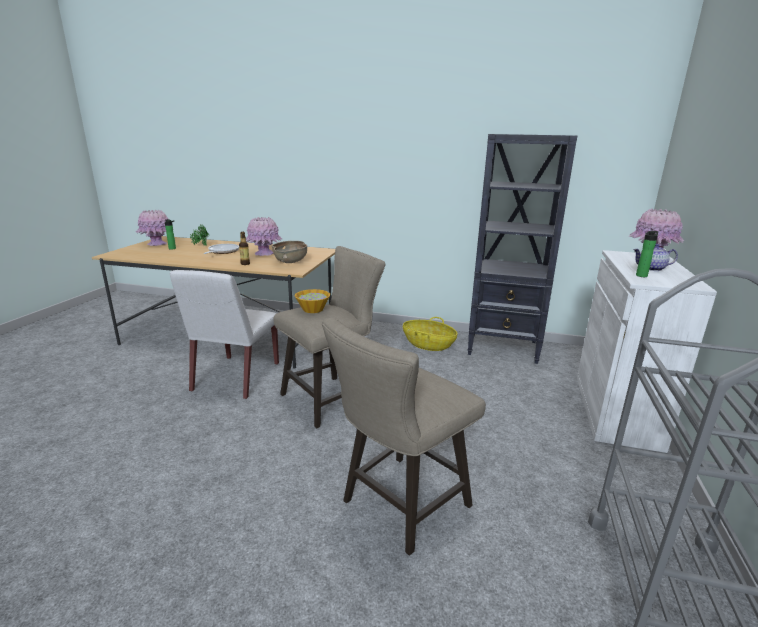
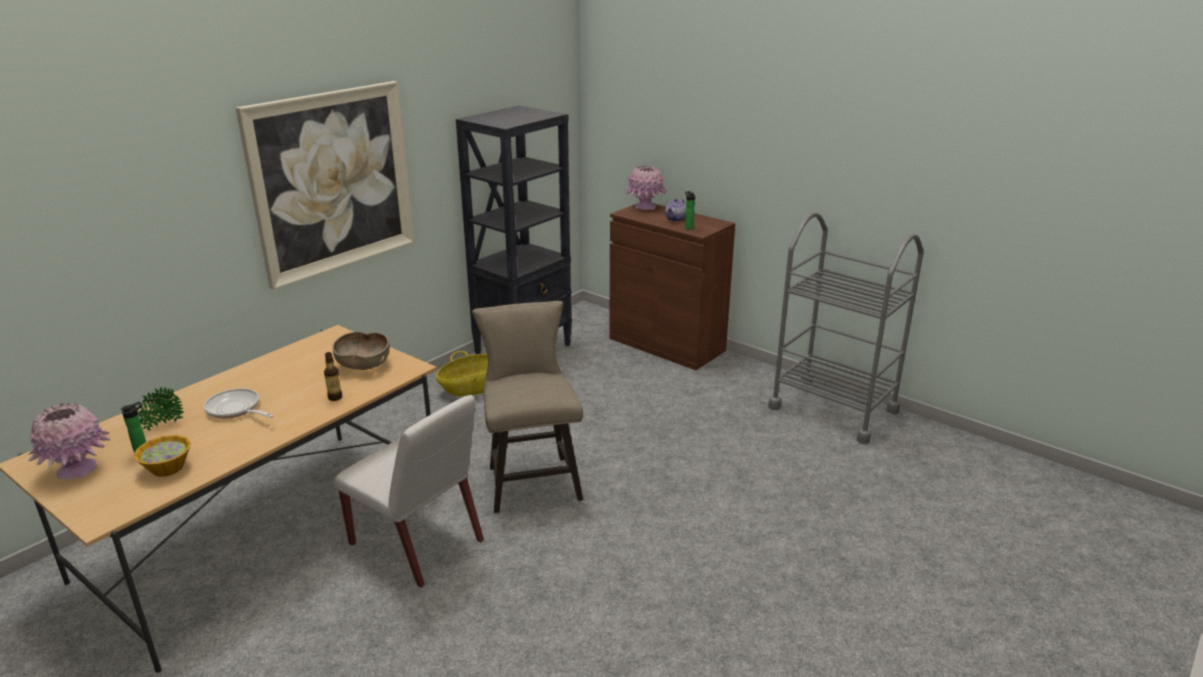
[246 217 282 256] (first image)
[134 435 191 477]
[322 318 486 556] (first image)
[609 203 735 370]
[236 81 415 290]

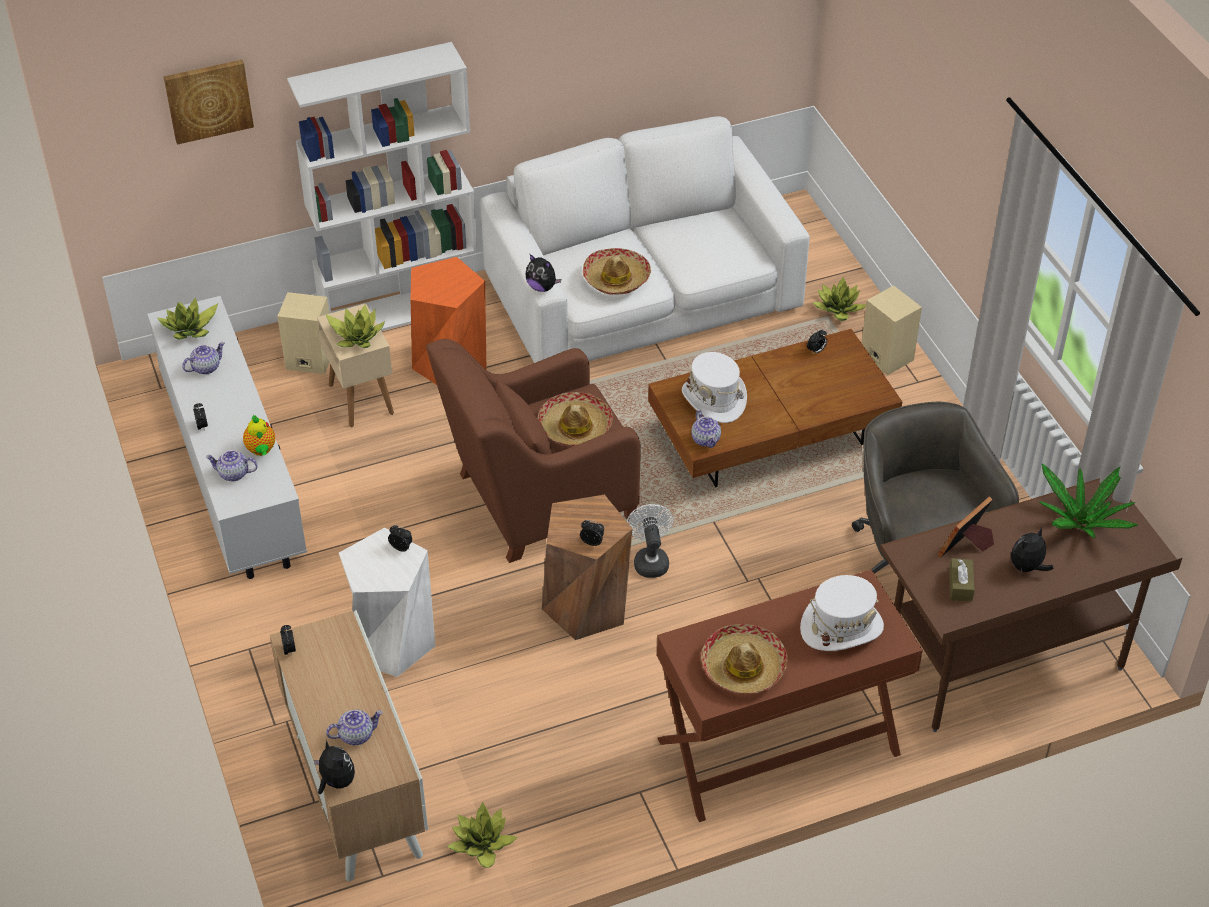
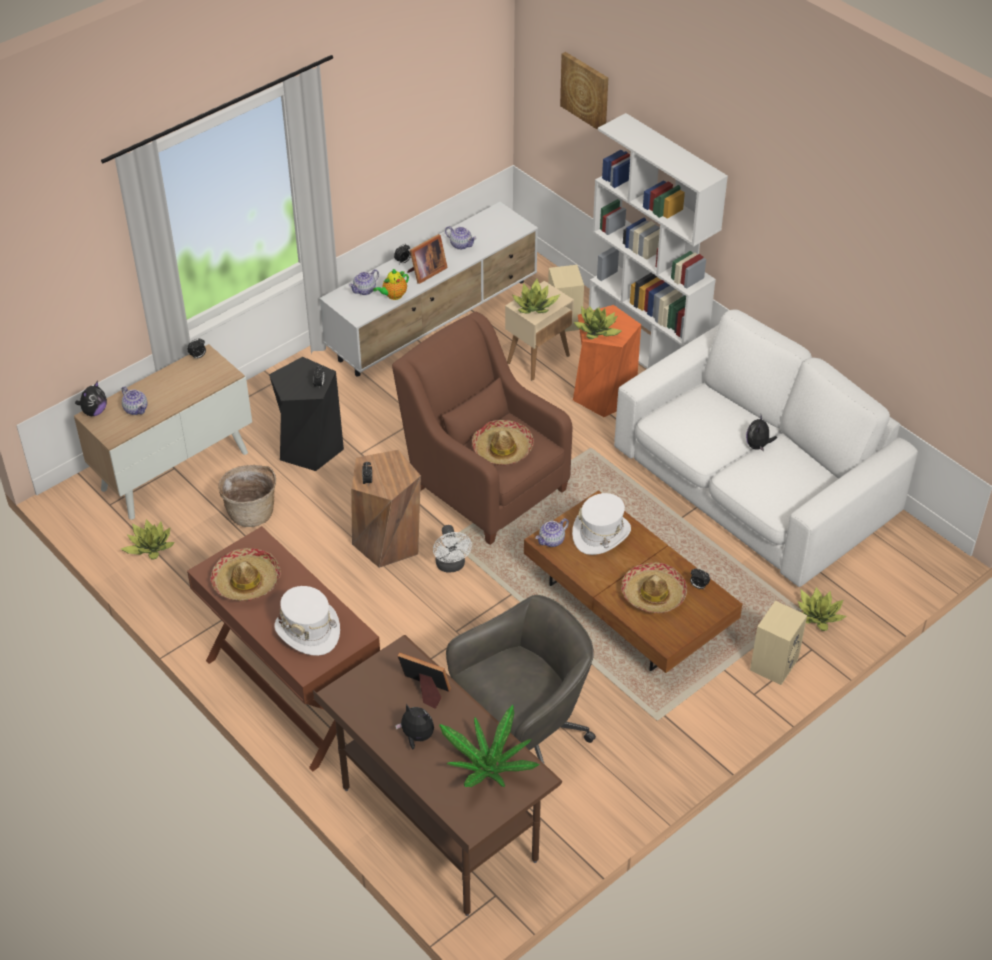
[574 306 622 339]
[349 269 379 295]
[269 357 344 471]
[746 415 777 452]
[621 562 687 613]
[433 525 472 573]
[949 558 975 601] (first image)
[218 465 276 527]
[407 234 448 284]

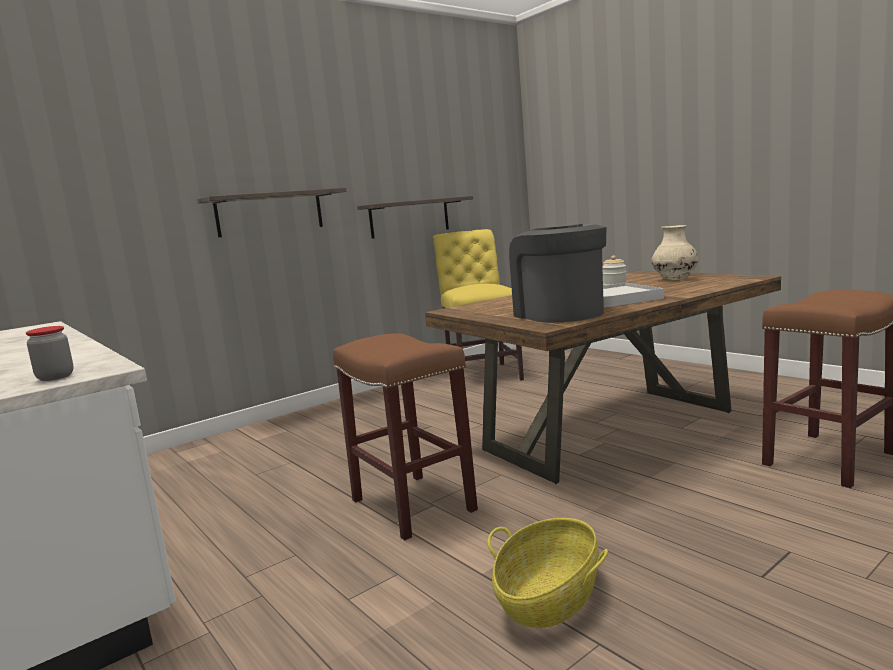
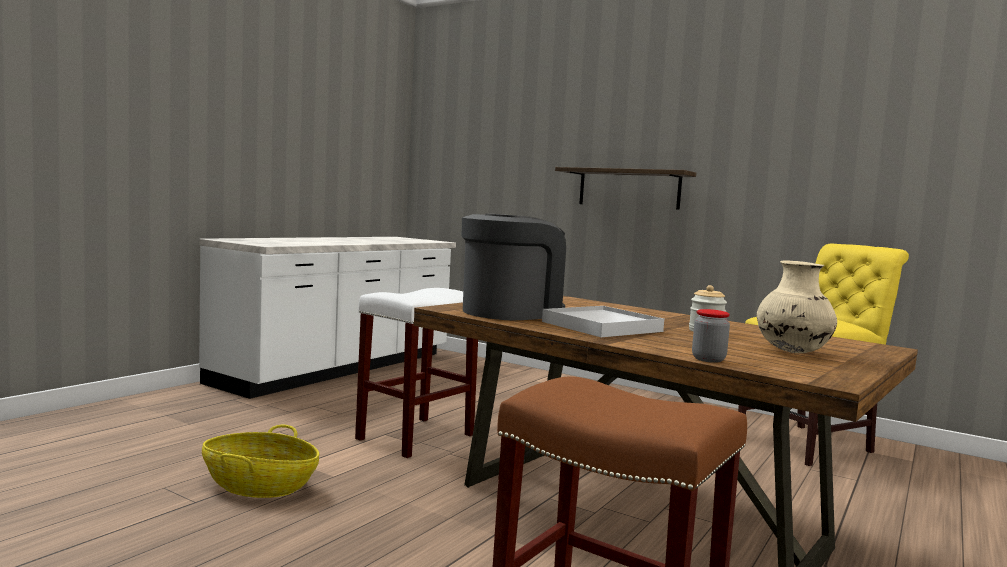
[692 309 730 363]
[355 288 478 458]
[357 196 473 239] (first image)

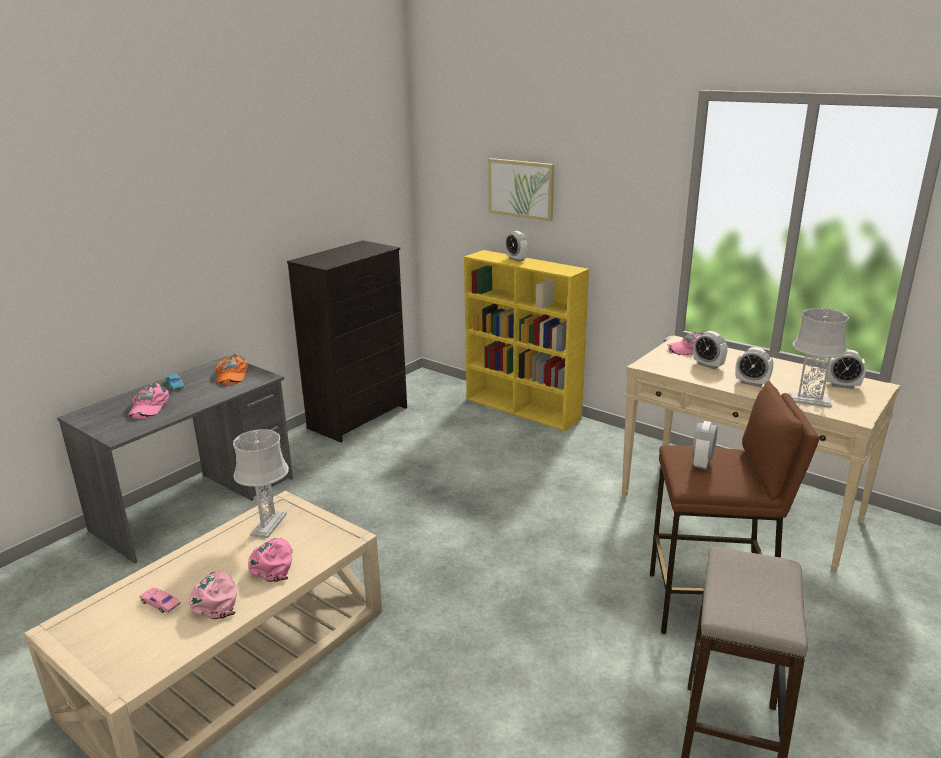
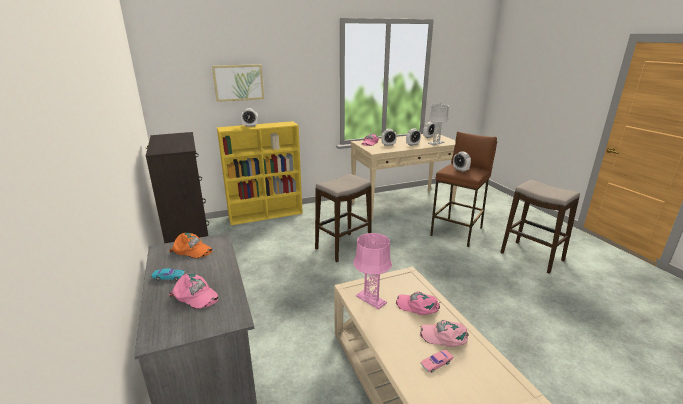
[353 233 392 309]
[315 174 372 262]

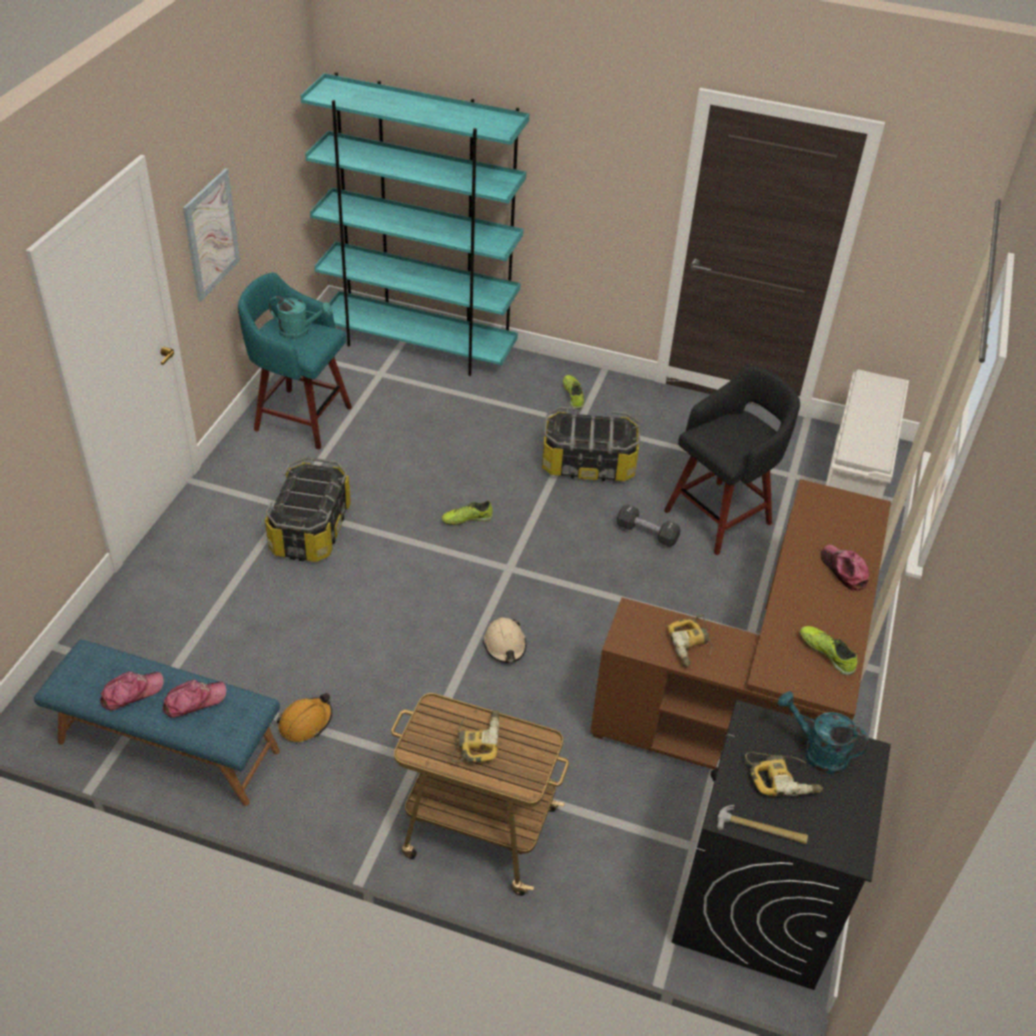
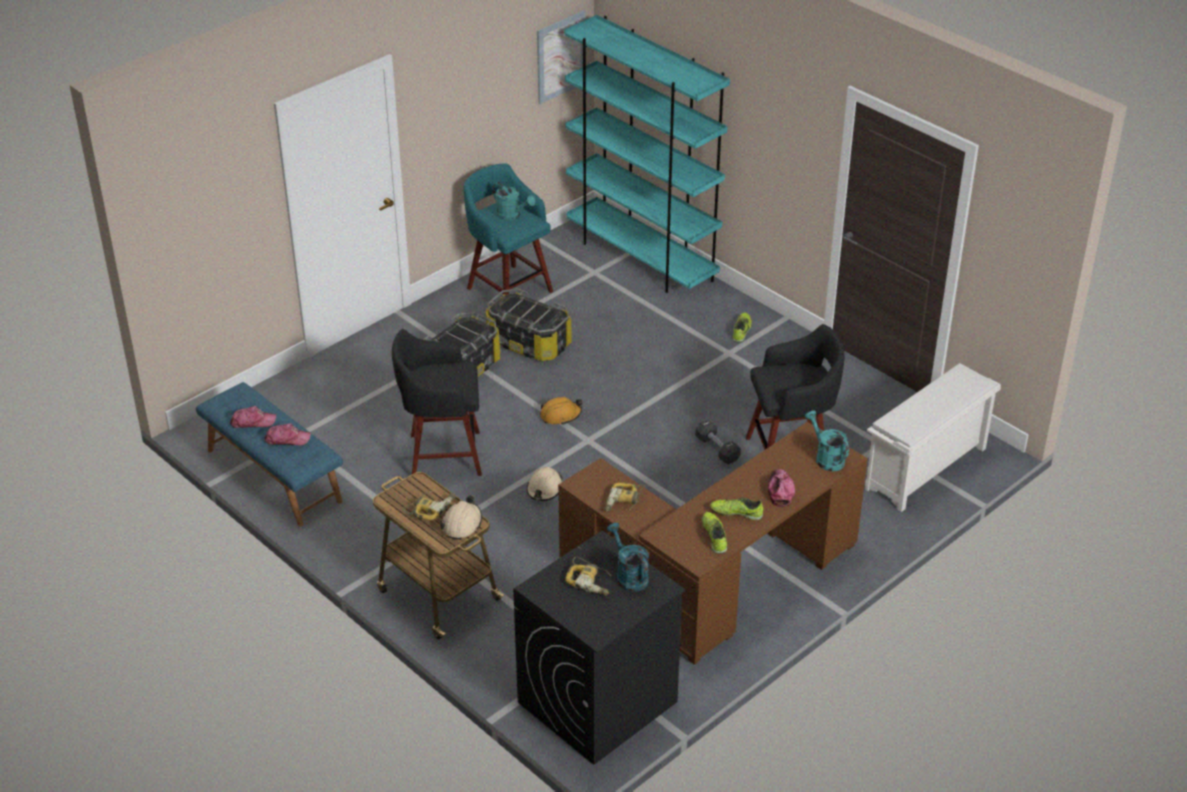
[537 10 586 104]
[540 397 583 425]
[710 497 763 521]
[486 289 572 361]
[717 805 808 844] (first image)
[392 329 482 476]
[440 495 482 539]
[805 411 849 471]

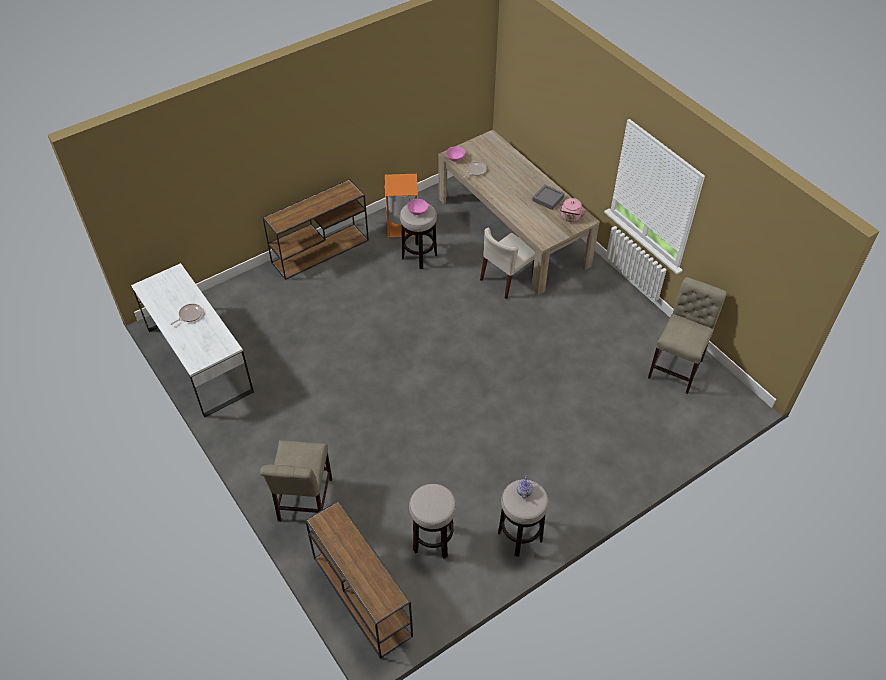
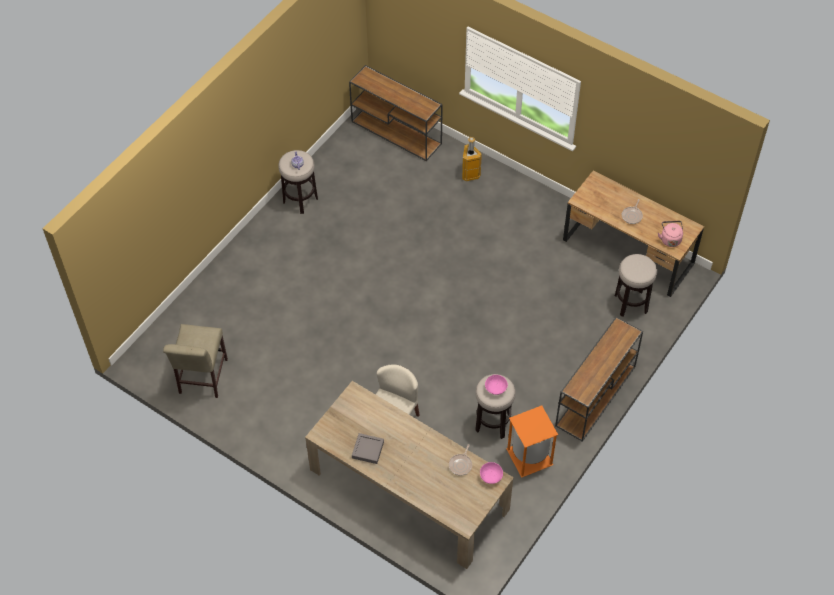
[563 171 704 297]
[462 137 482 182]
[615 254 657 317]
[658 221 683 247]

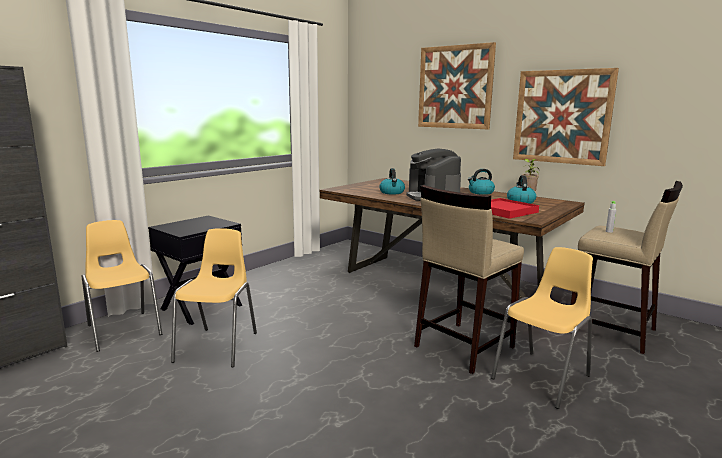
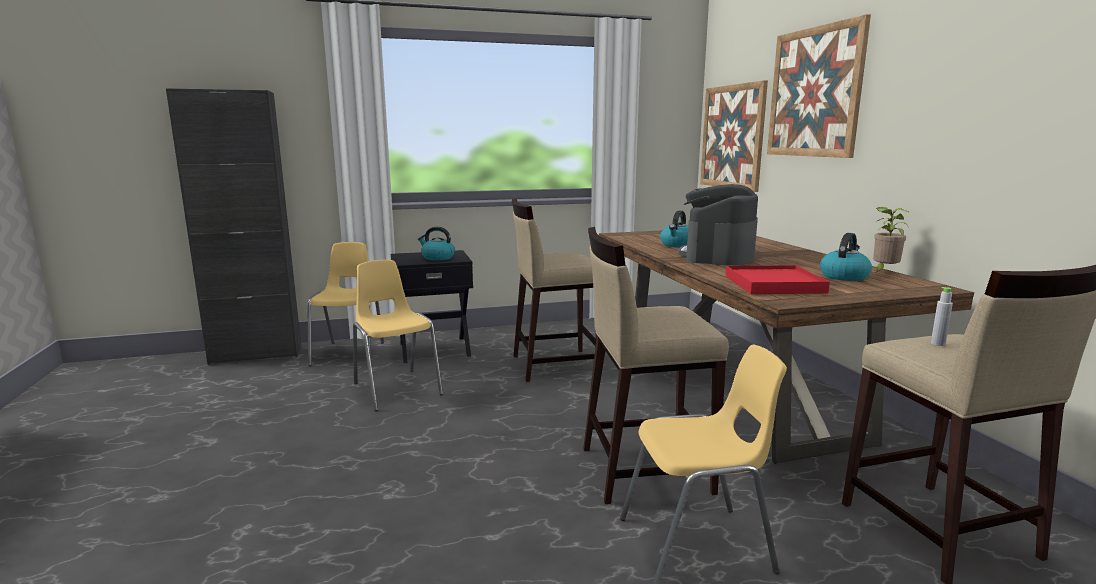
[353 260 443 411]
[418 227 455 261]
[700 80 768 192]
[512 198 597 382]

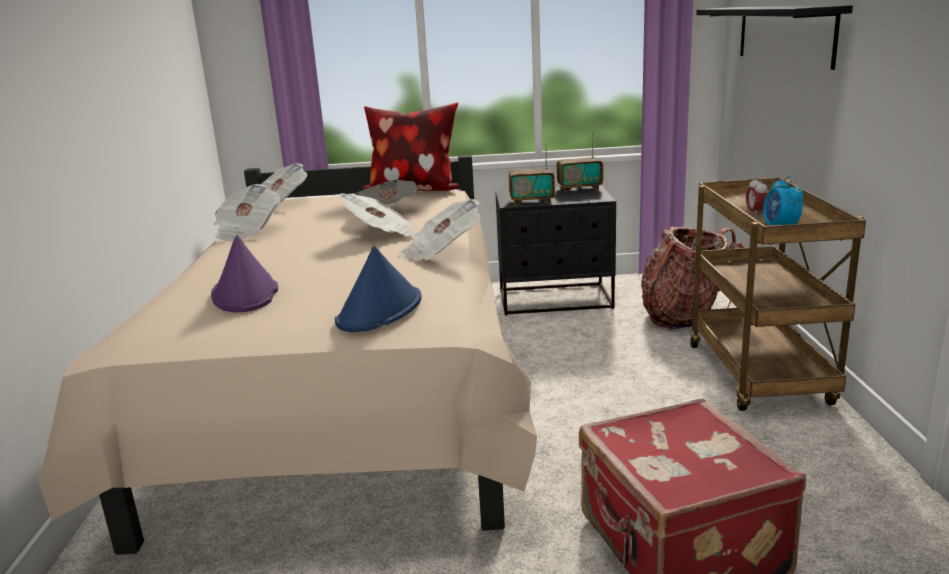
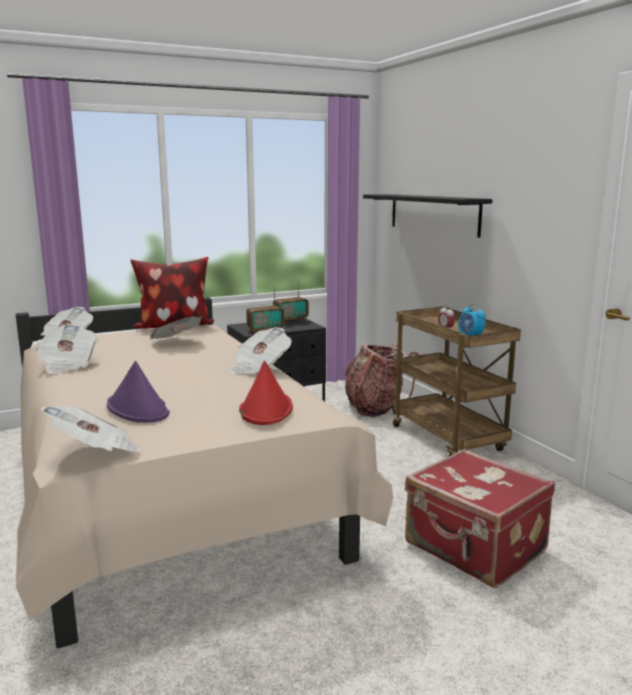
[239 361 293 425]
[41 406 141 452]

